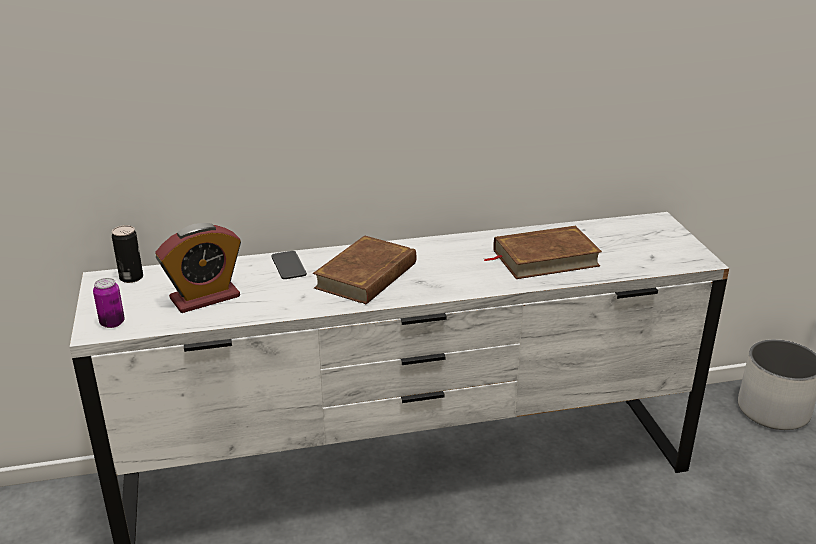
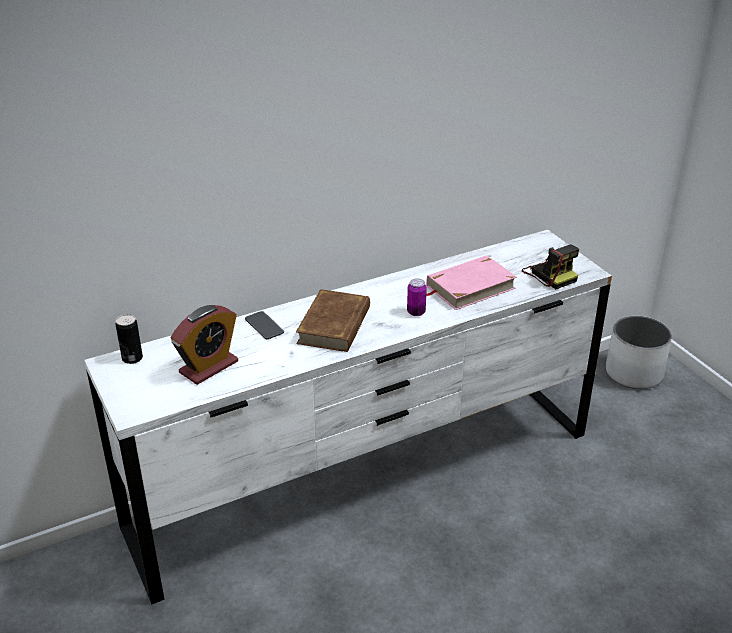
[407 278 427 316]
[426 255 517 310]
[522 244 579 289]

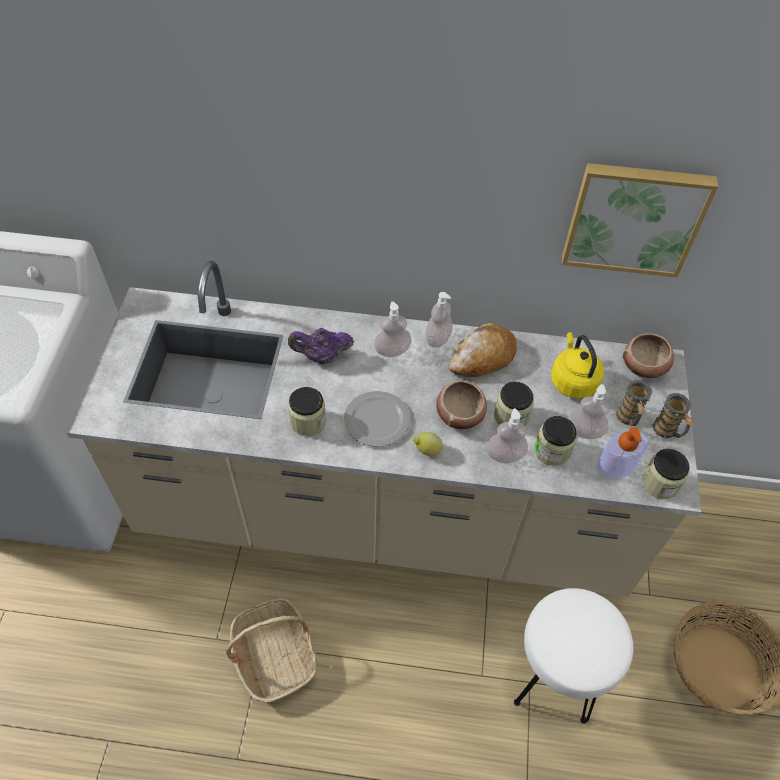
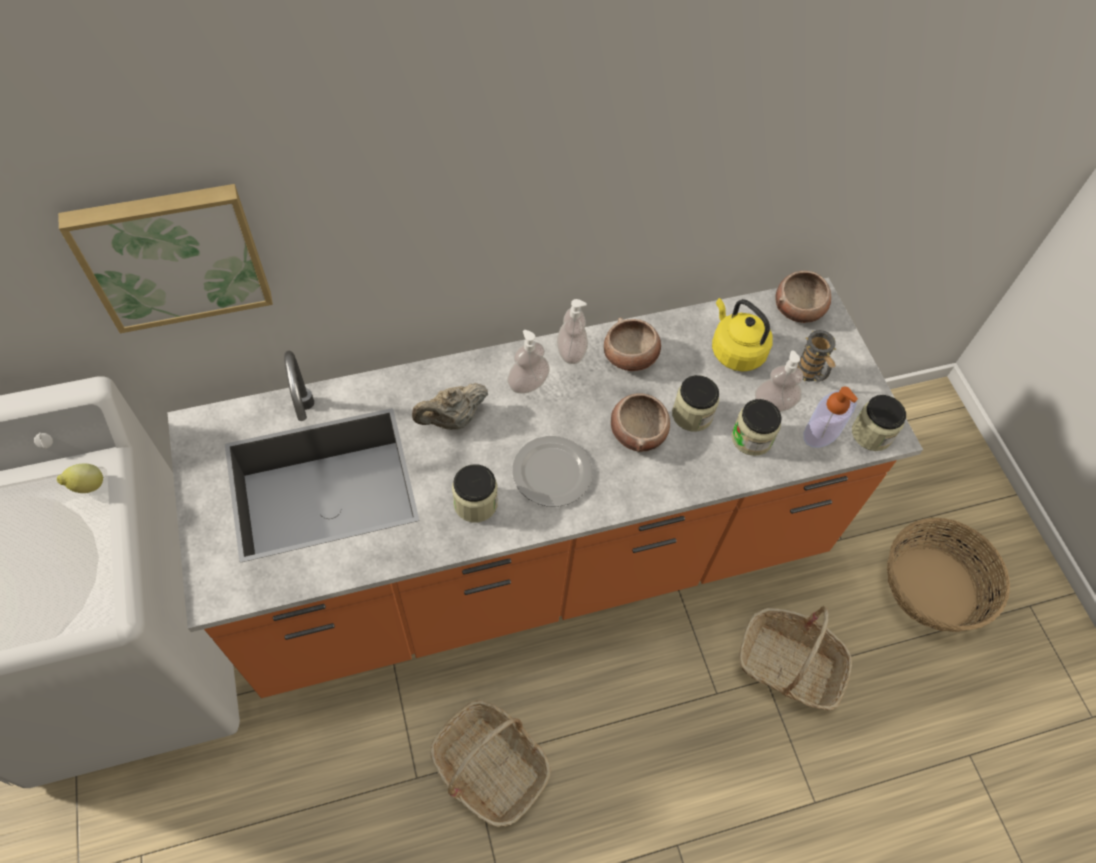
[167 277 923 698]
[412 383 488 430]
[57 463 103 493]
[604 318 661 371]
[486 409 528 463] (first image)
[739 606 852 710]
[58 184 273 333]
[651 393 695 439] (first image)

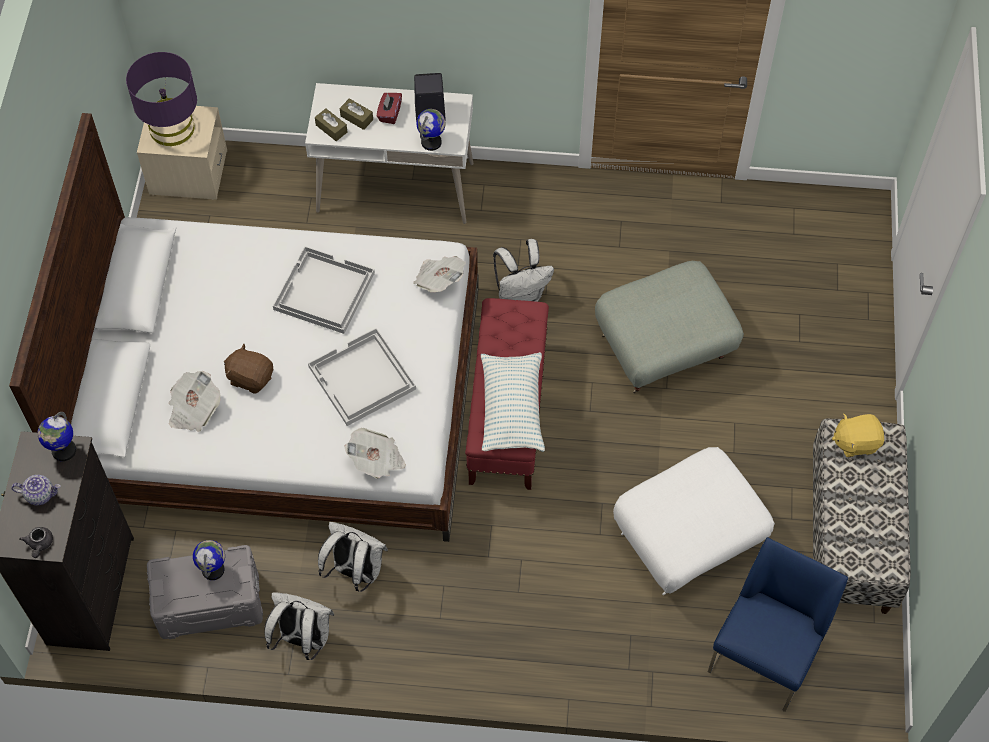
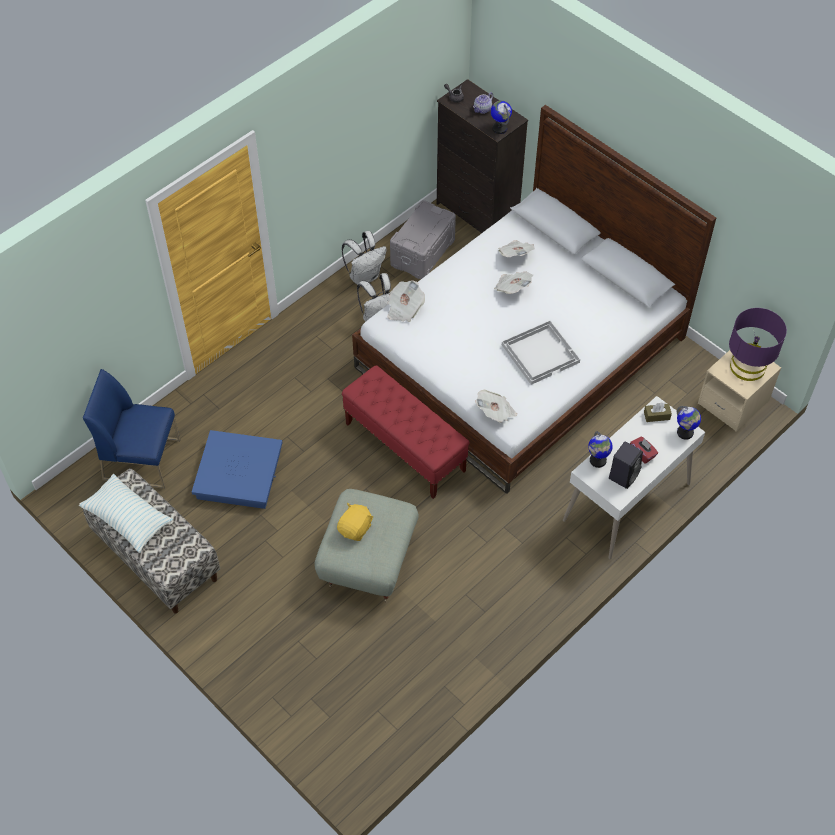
[677 406 701 440]
[494 272 533 294]
[308 328 416 426] (first image)
[340 98 373 130] (first image)
[79 474 173 553]
[493 239 554 302] (first image)
[192 430 282 509]
[83 369 180 489]
[337 503 373 541]

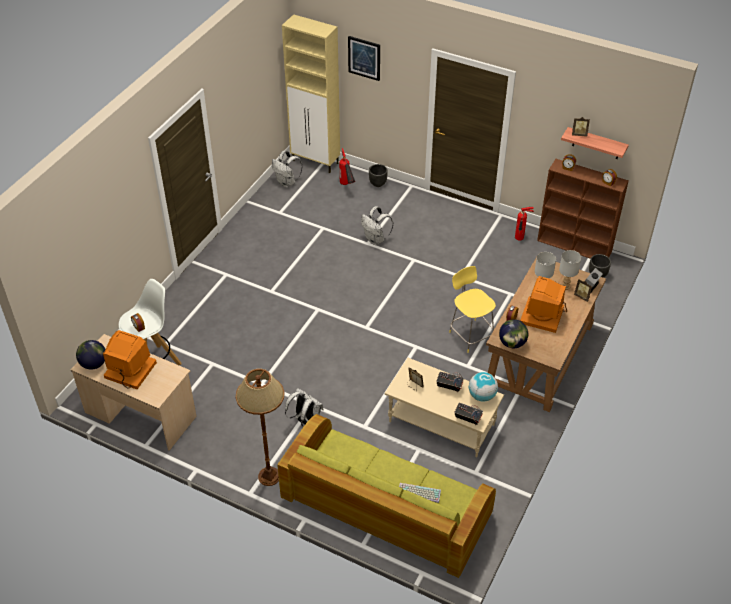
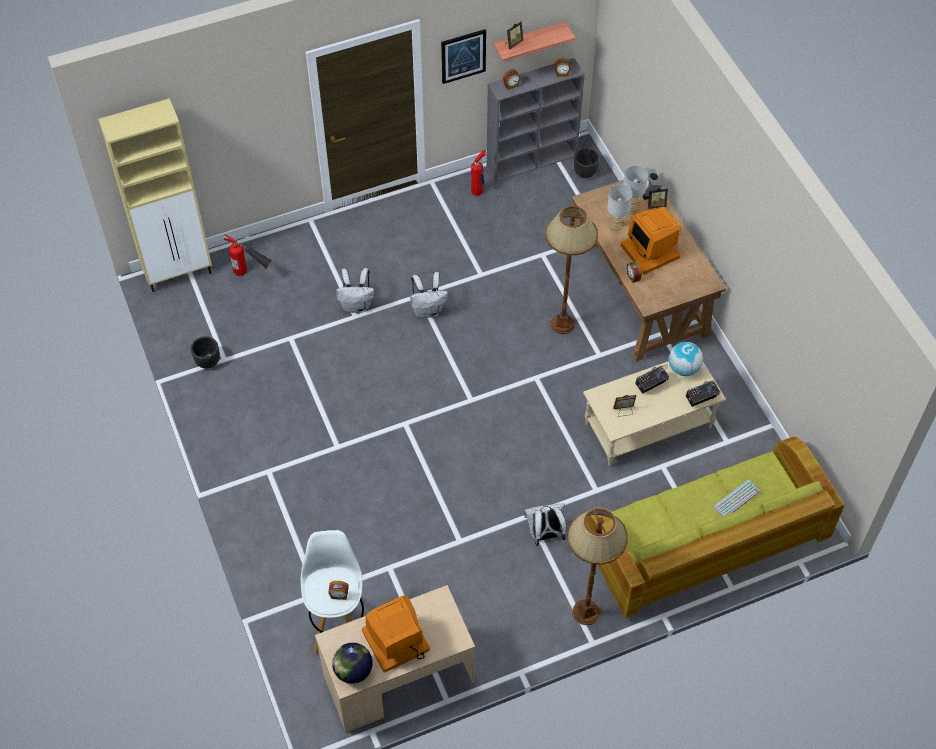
[410 272 448 318]
[441 29 486 84]
[191 336 220 369]
[545 206 598 334]
[499 319 528 348] (first image)
[487 58 585 182]

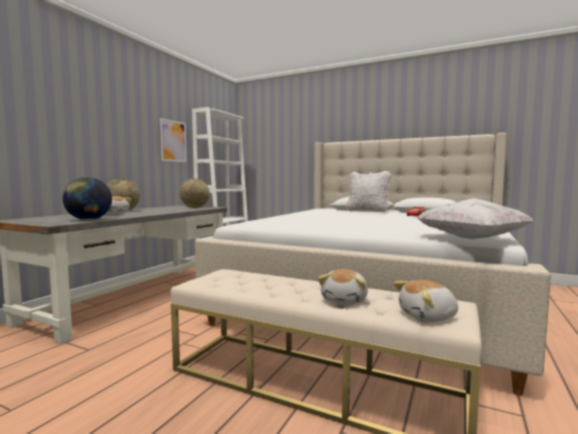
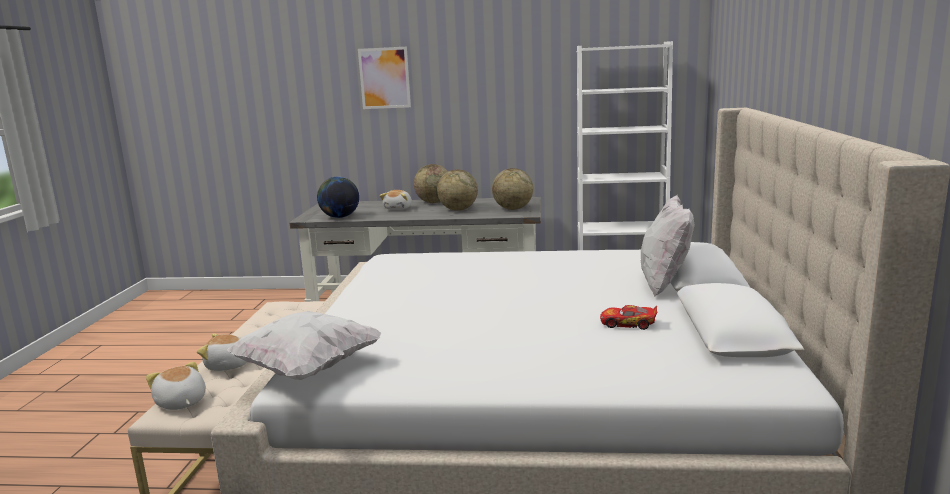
[358 47 411 109]
[437 169 478 211]

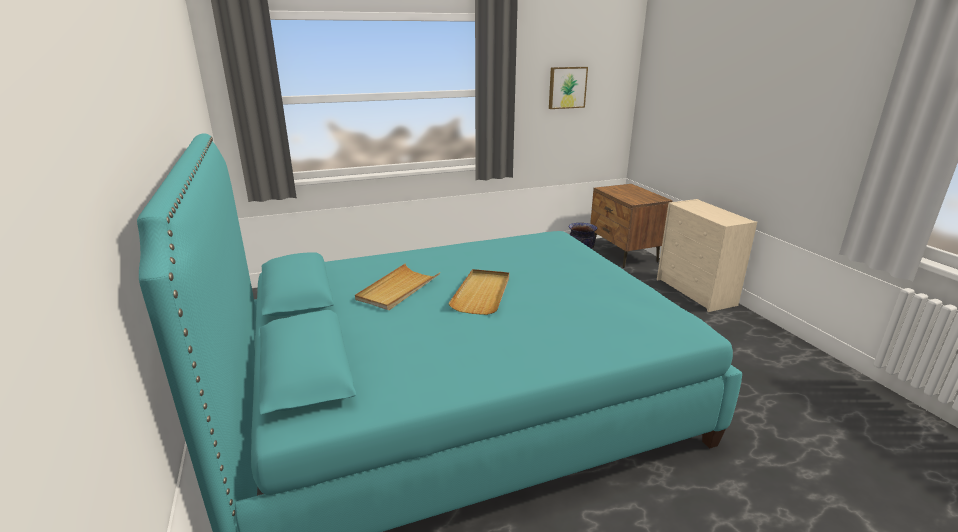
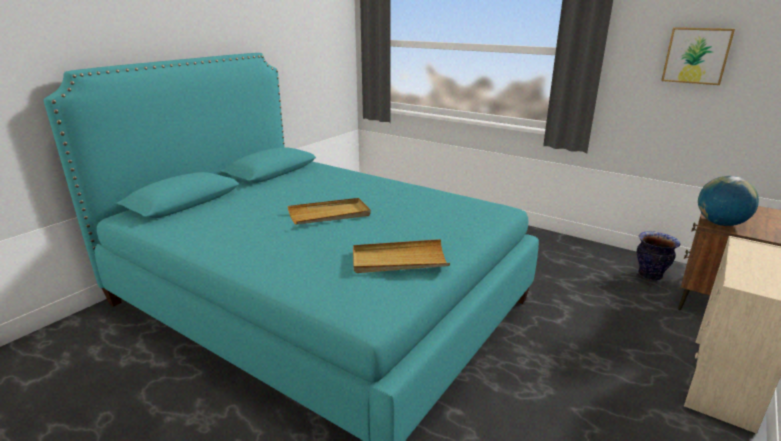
[353 239 450 273]
[698 176 759 226]

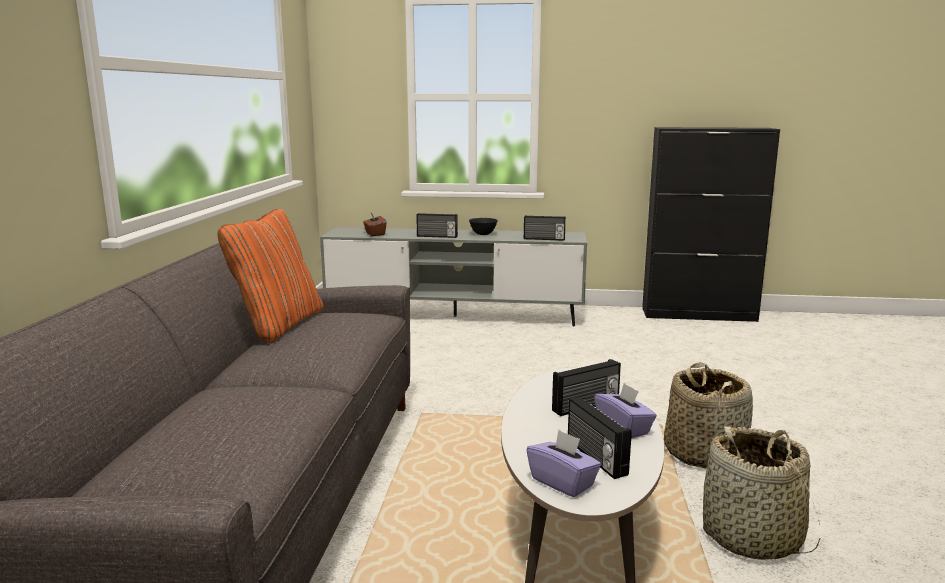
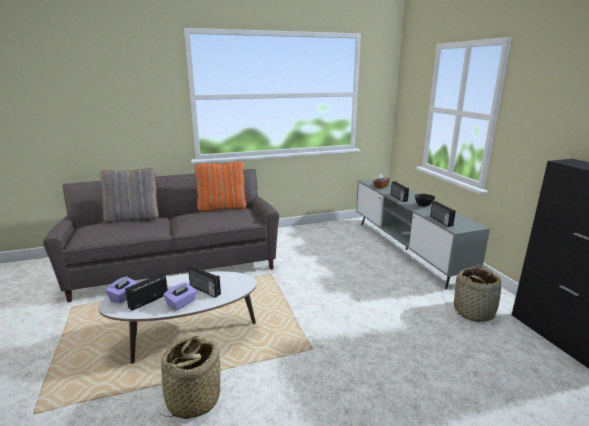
[454 265 502 322]
[100 168 159 223]

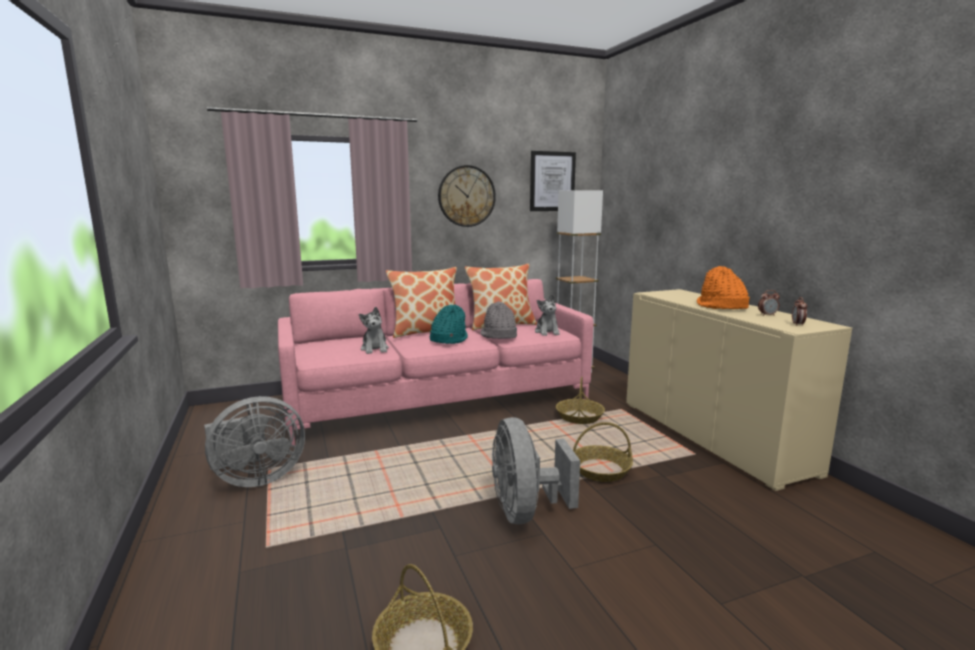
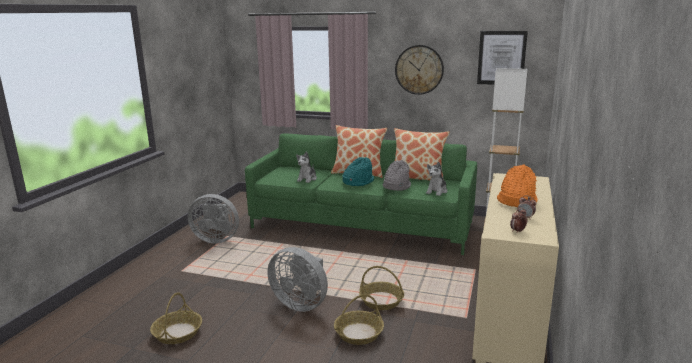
[245 133 477 255]
[268 247 328 312]
[334 294 384 345]

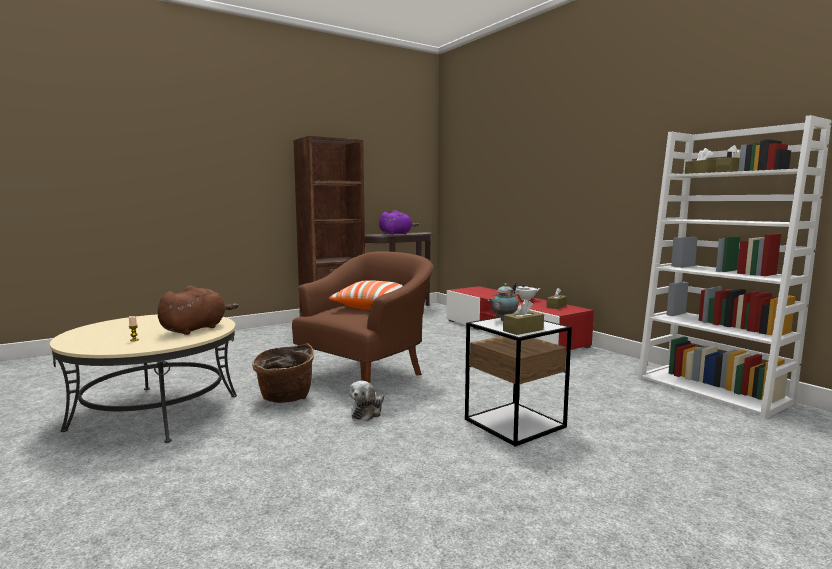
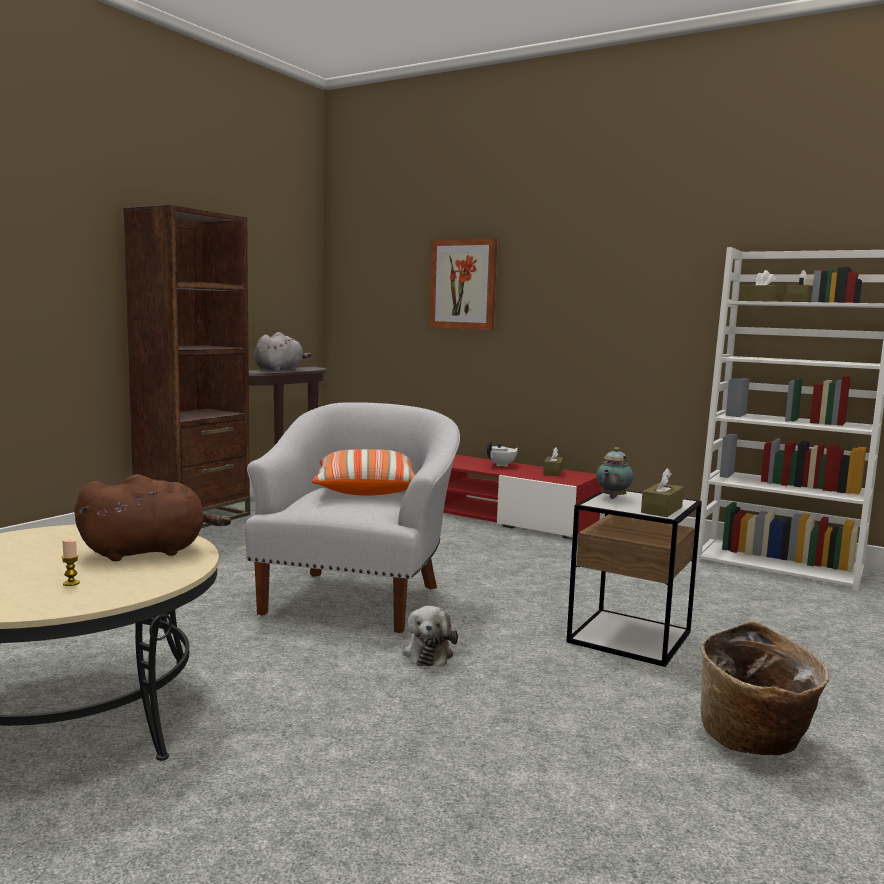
[75 474 231 561]
[700 622 829 755]
[245 402 460 633]
[254 332 311 372]
[429 238 498 330]

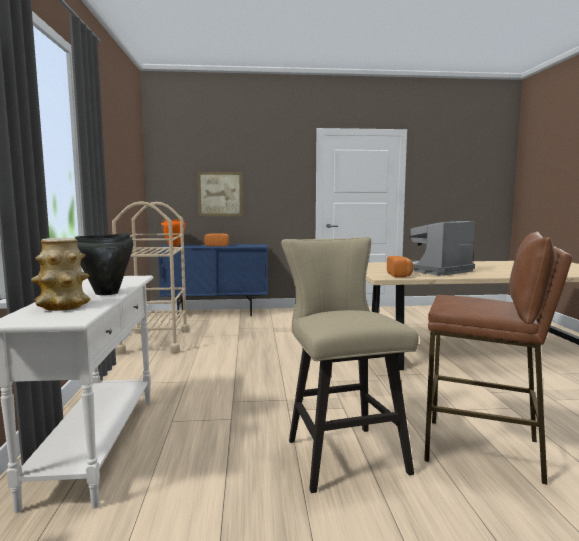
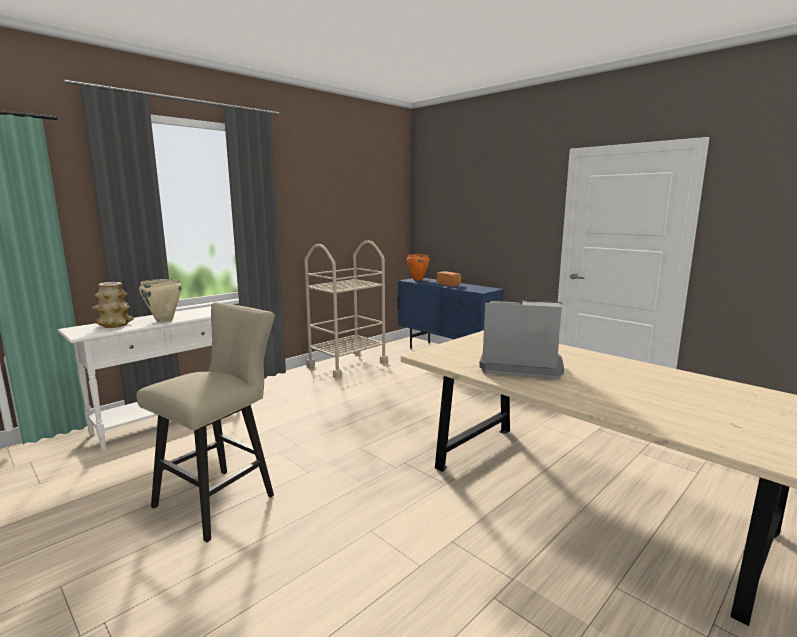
[139 279 182 322]
[197 172 243 216] (first image)
[387 256 413 277] (first image)
[424 232 572 485] (first image)

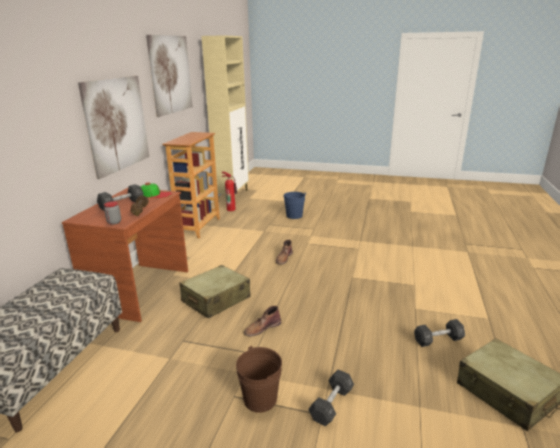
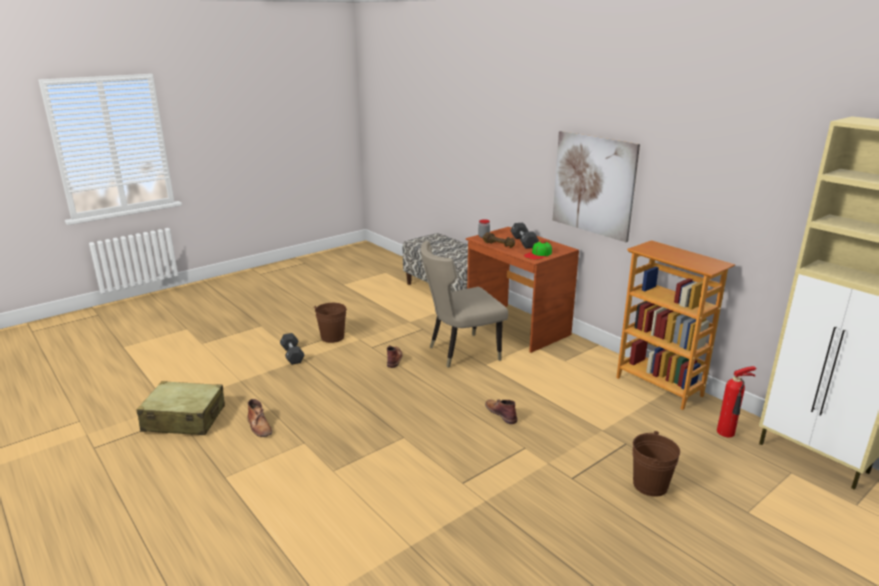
[146 35 193 117] (first image)
[421 241 508 368]
[632 431 680 497]
[247 399 272 437]

